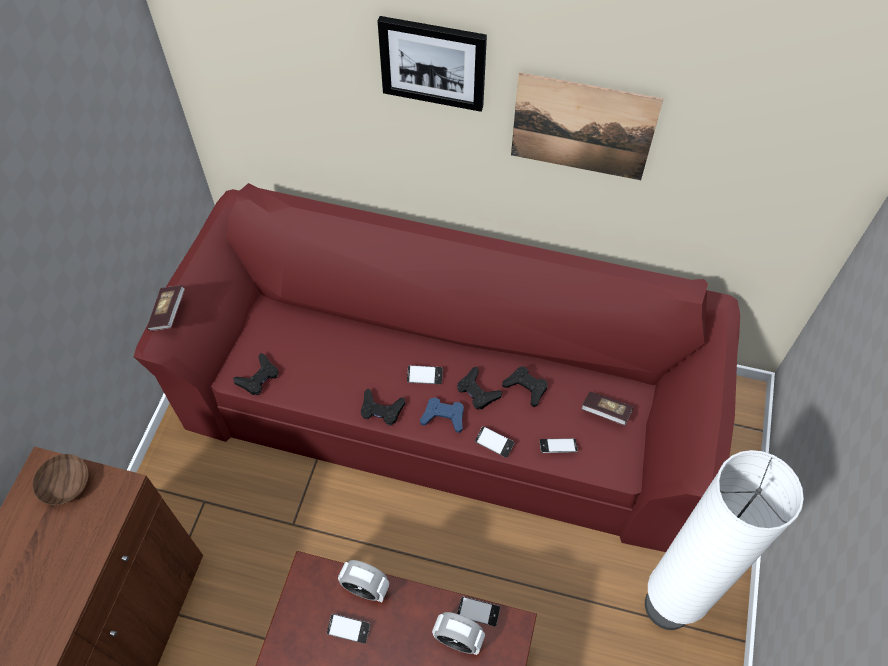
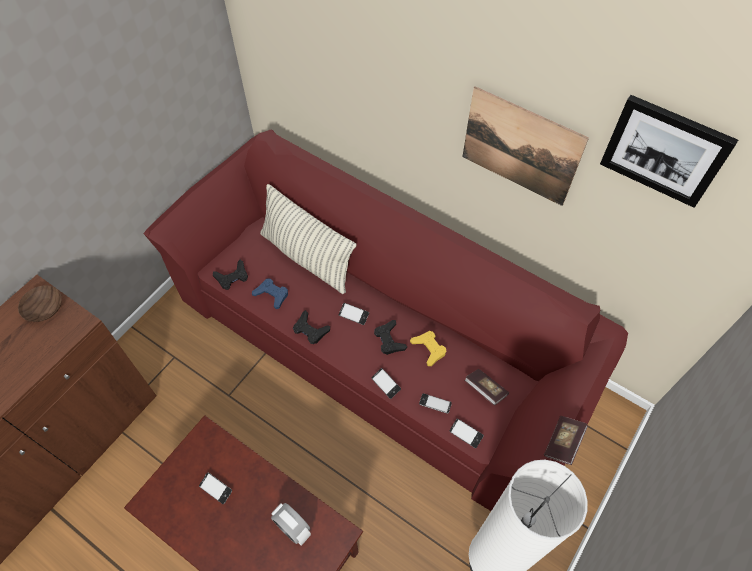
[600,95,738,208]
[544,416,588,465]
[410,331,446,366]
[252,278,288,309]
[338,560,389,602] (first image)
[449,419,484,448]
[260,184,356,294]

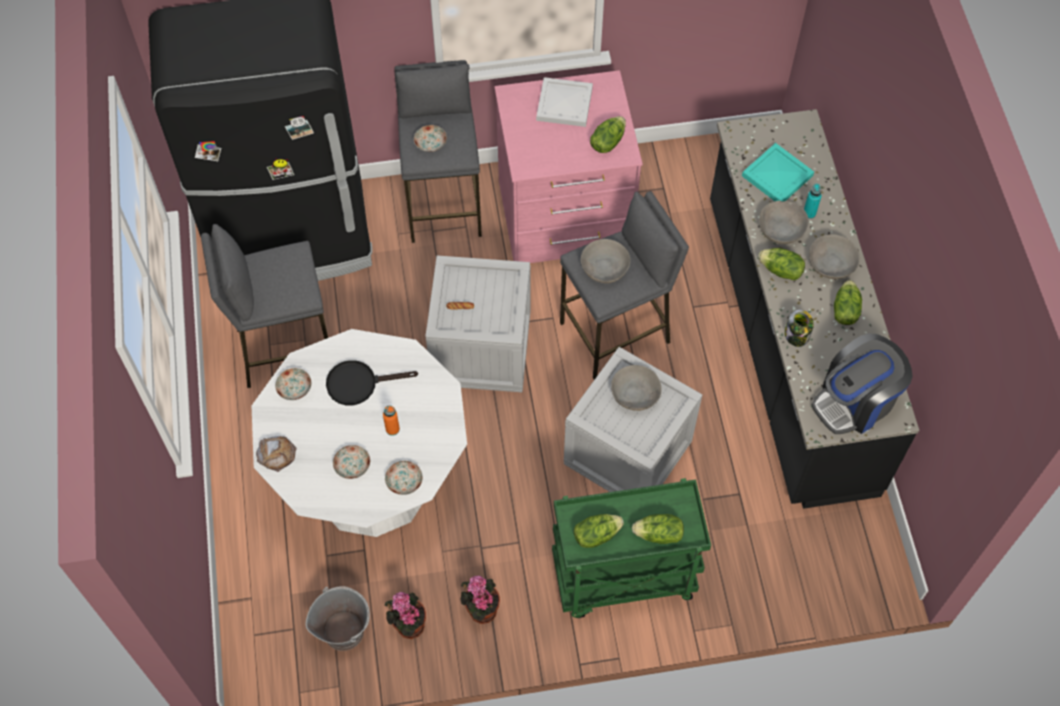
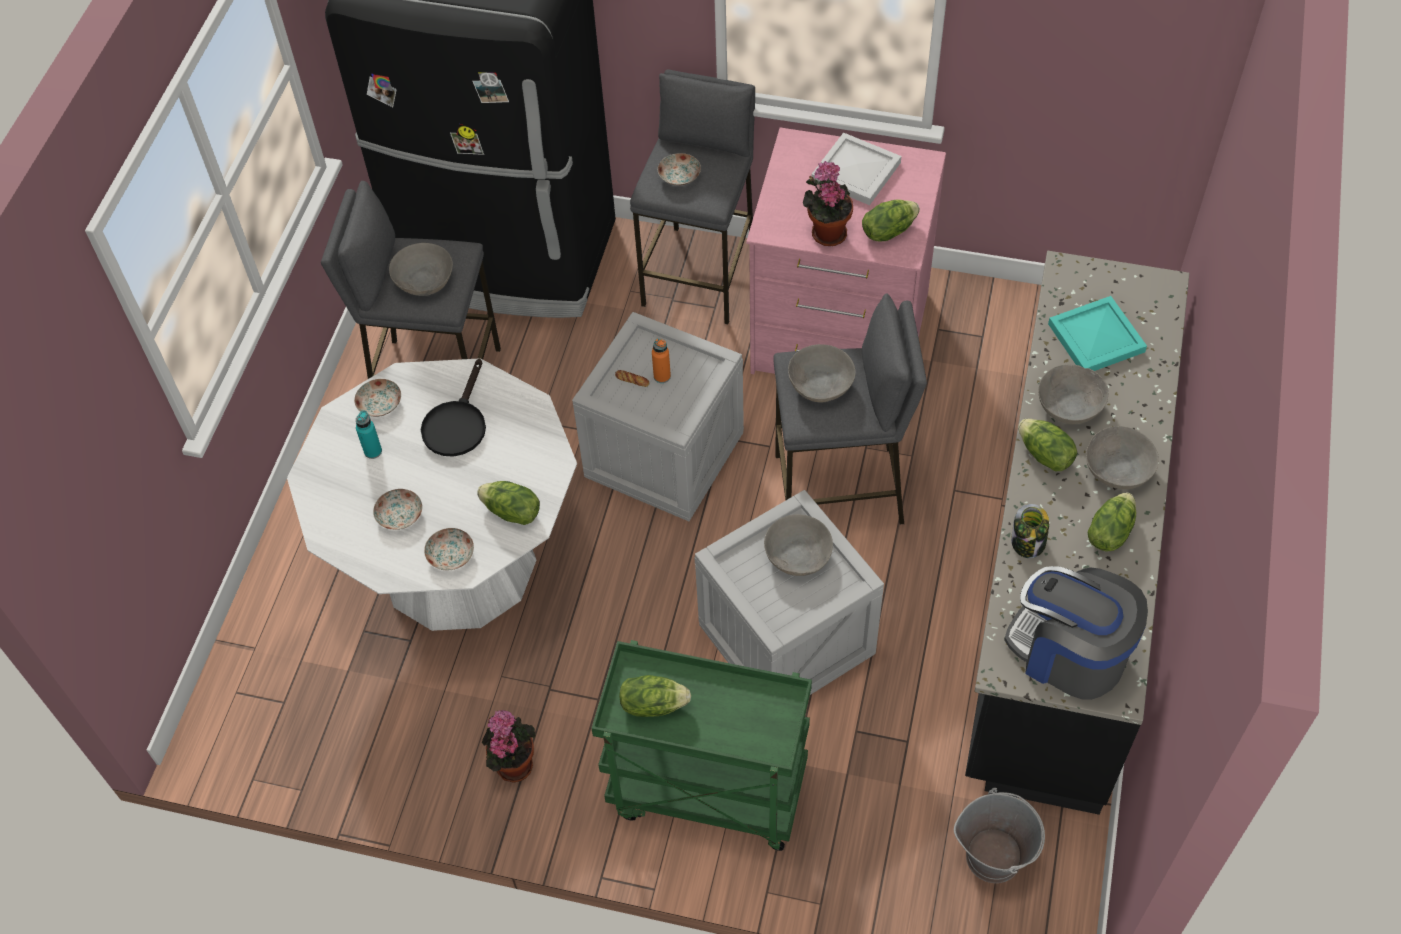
[356,410,382,459]
[1004,566,1148,700]
[421,359,486,457]
[652,338,671,383]
[256,436,297,472] (first image)
[477,481,540,525]
[954,788,1045,883]
[803,161,853,246]
[389,243,453,296]

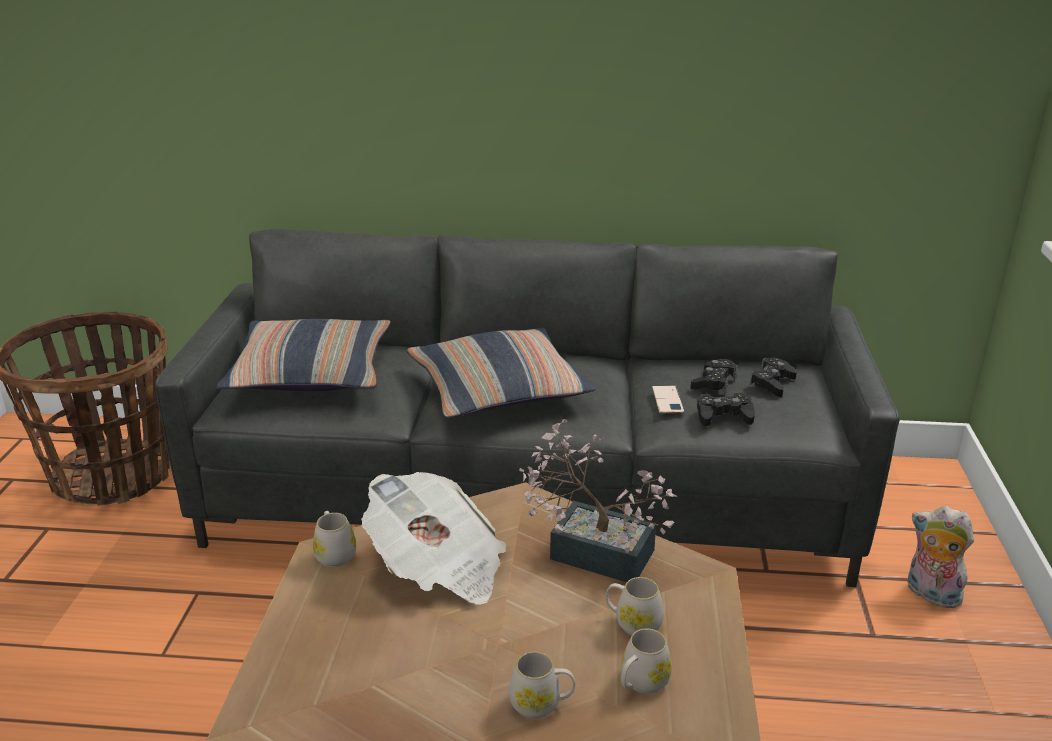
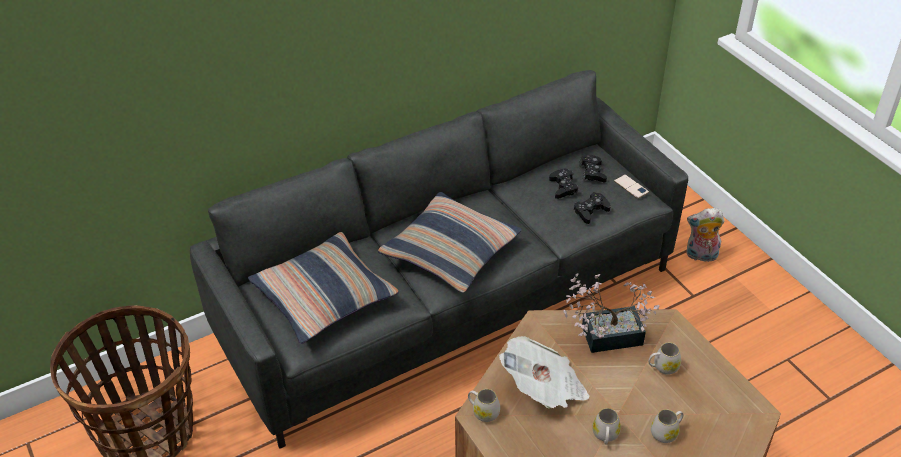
[614,174,649,199]
[593,408,621,444]

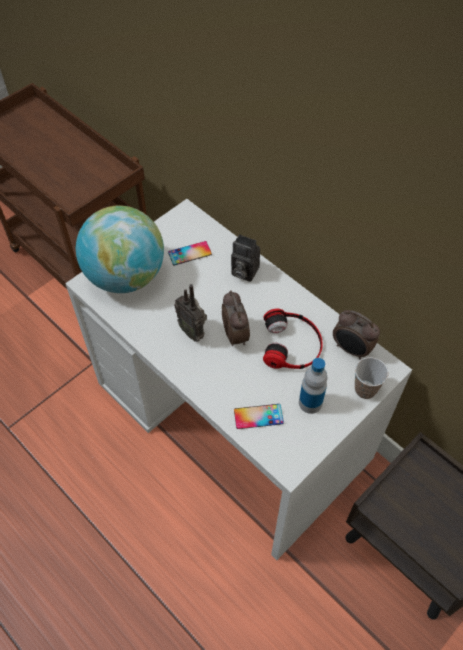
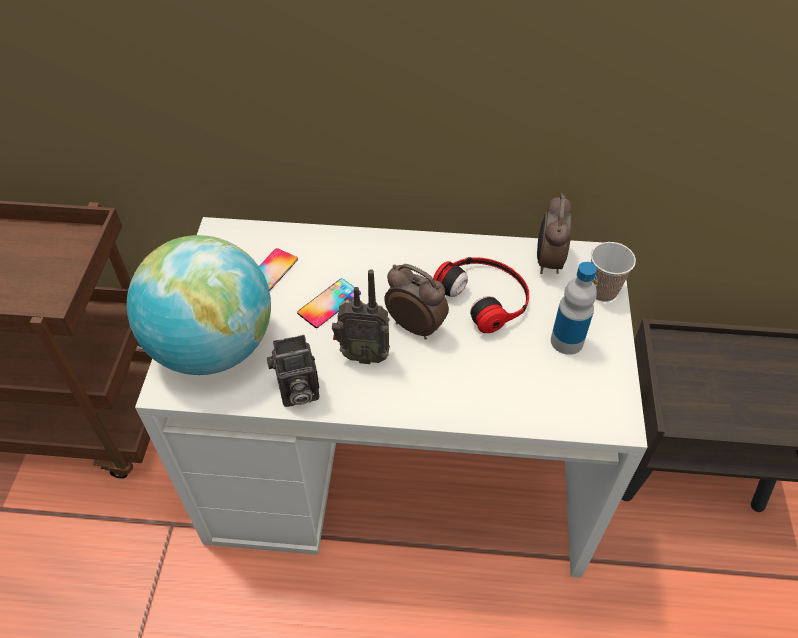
[267,335,319,407]
[537,194,572,274]
[297,278,361,328]

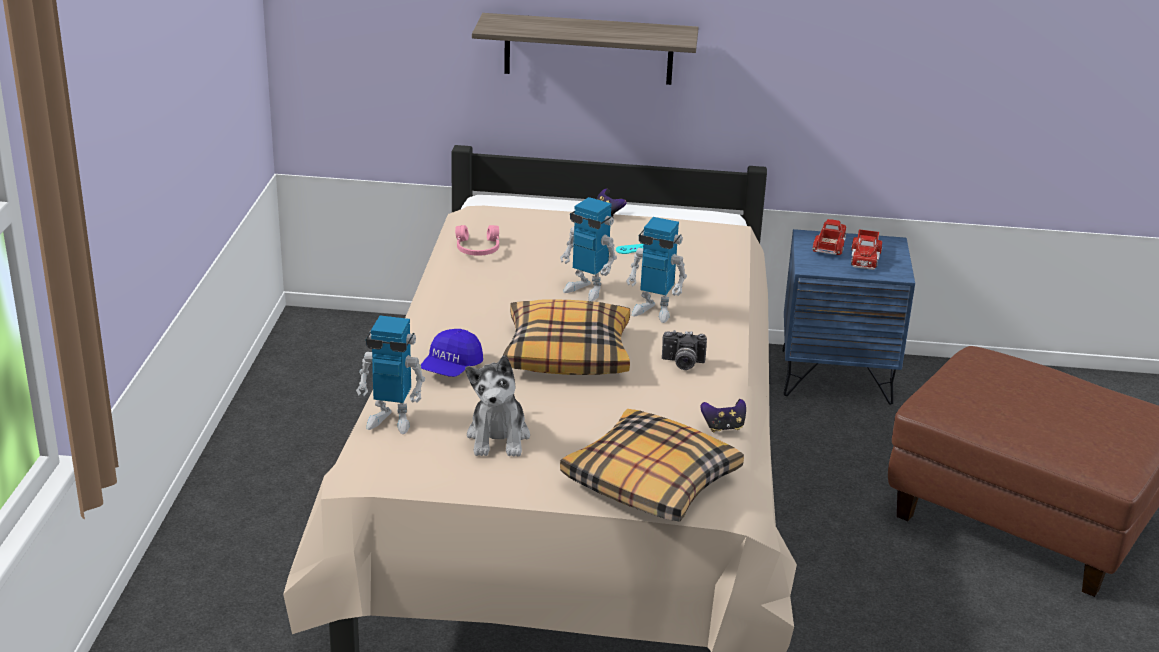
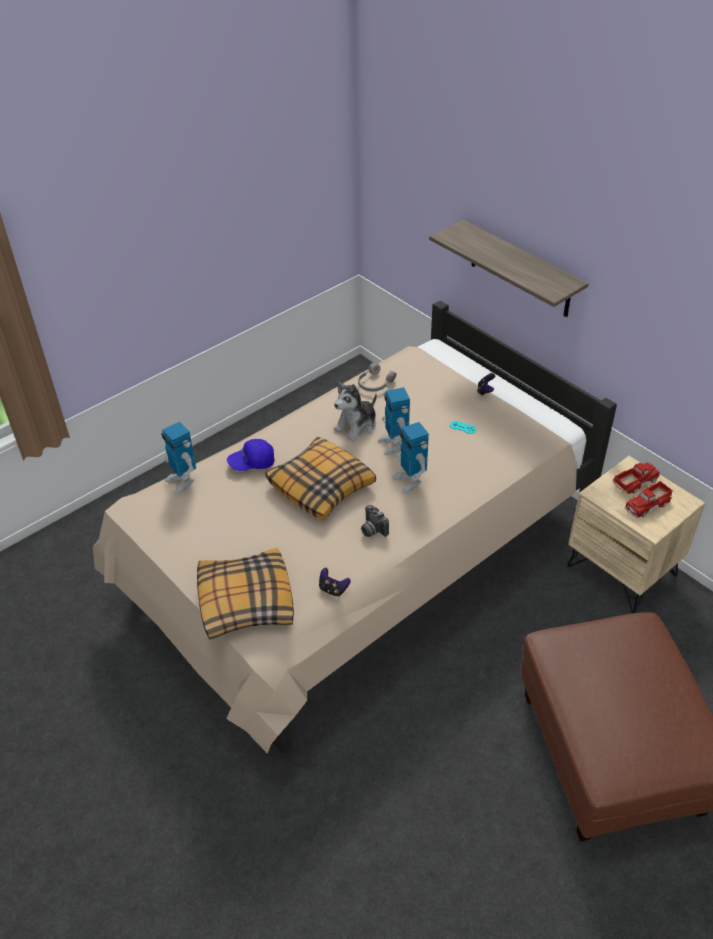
[358,363,397,391]
[567,456,705,613]
[334,382,377,441]

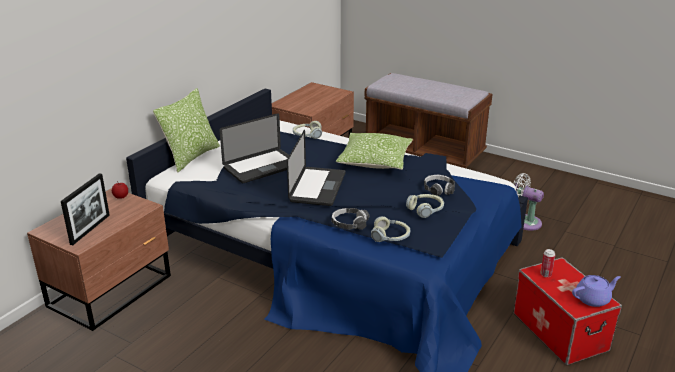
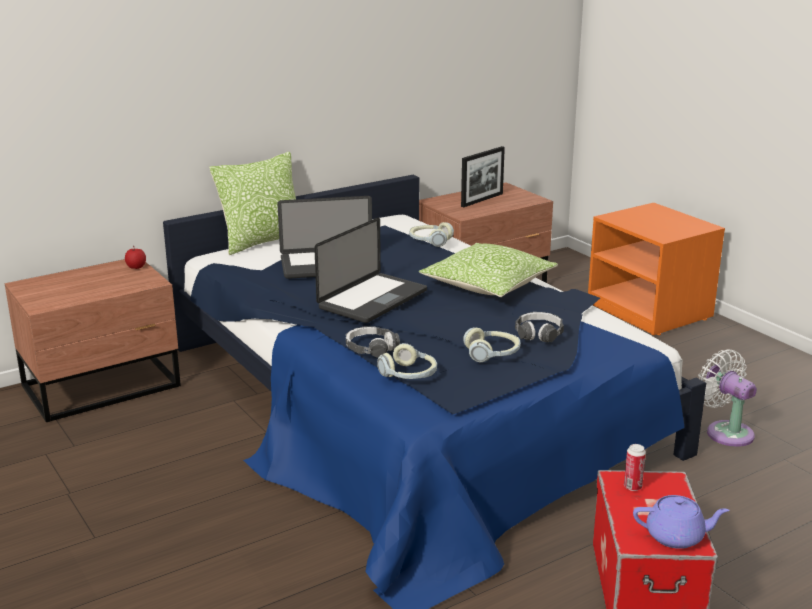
[588,203,725,335]
[461,146,505,207]

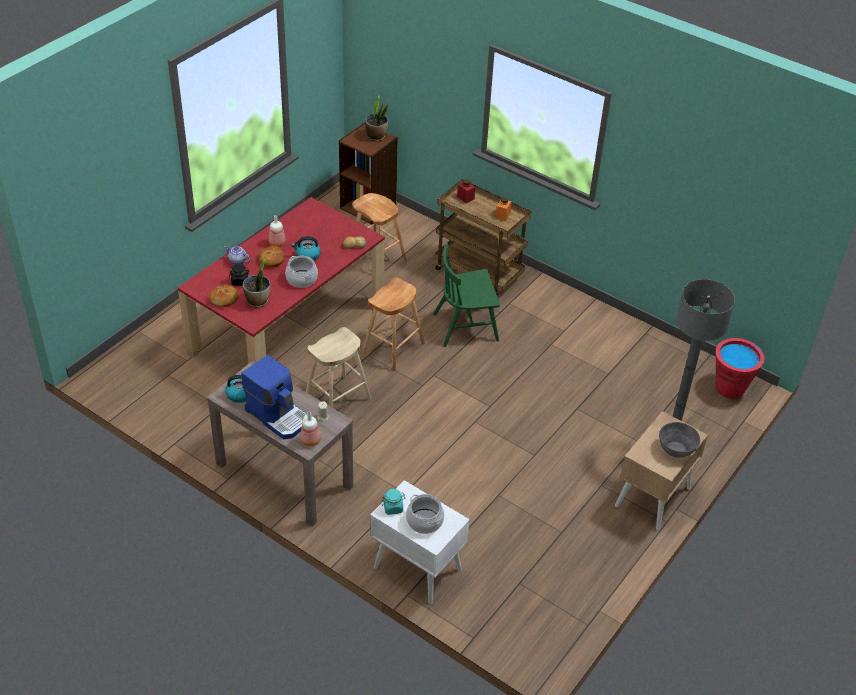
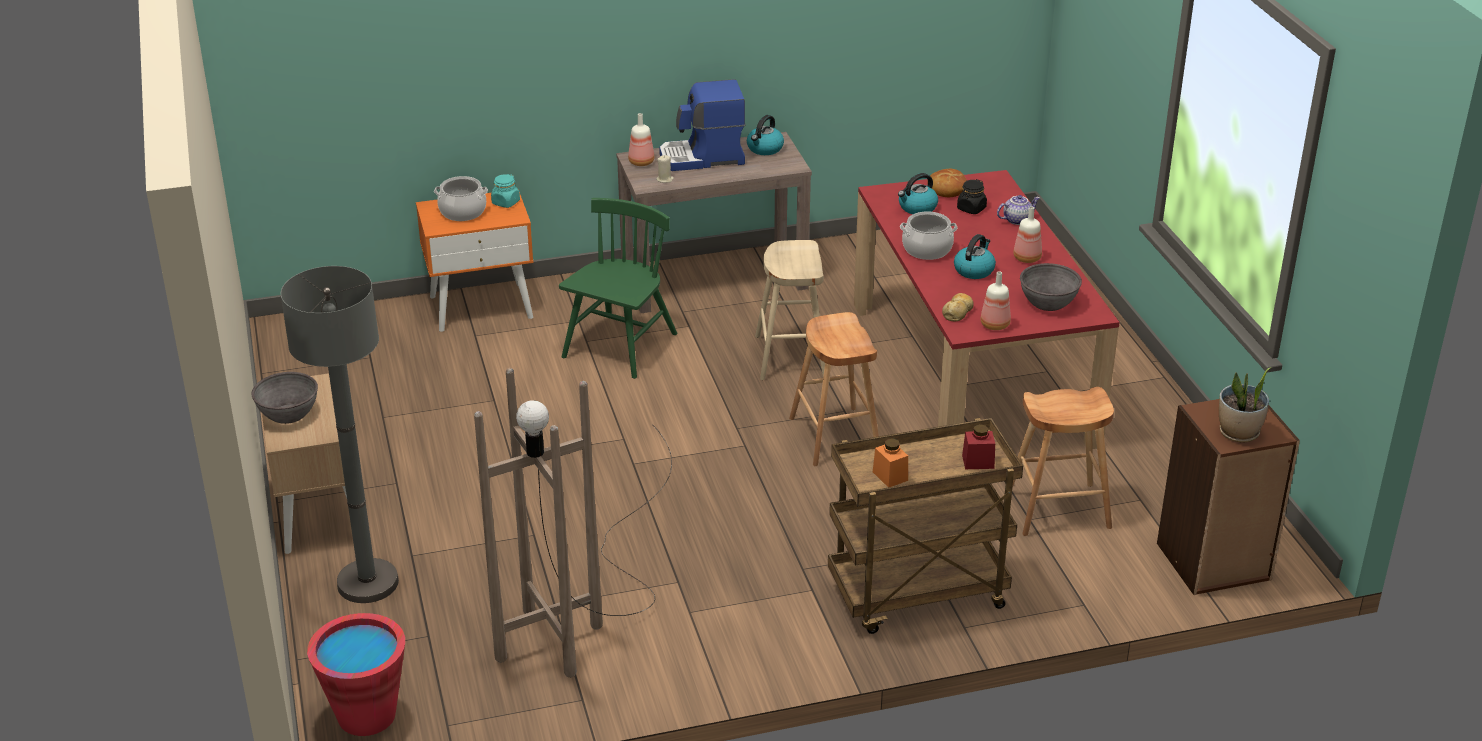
[559,198,677,379]
[259,246,285,268] (first image)
[898,173,938,214]
[416,192,534,332]
[1020,263,1082,311]
[980,271,1011,330]
[474,368,672,678]

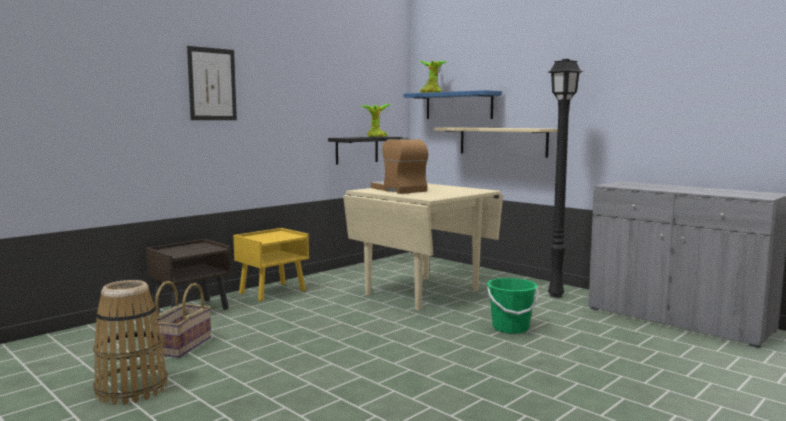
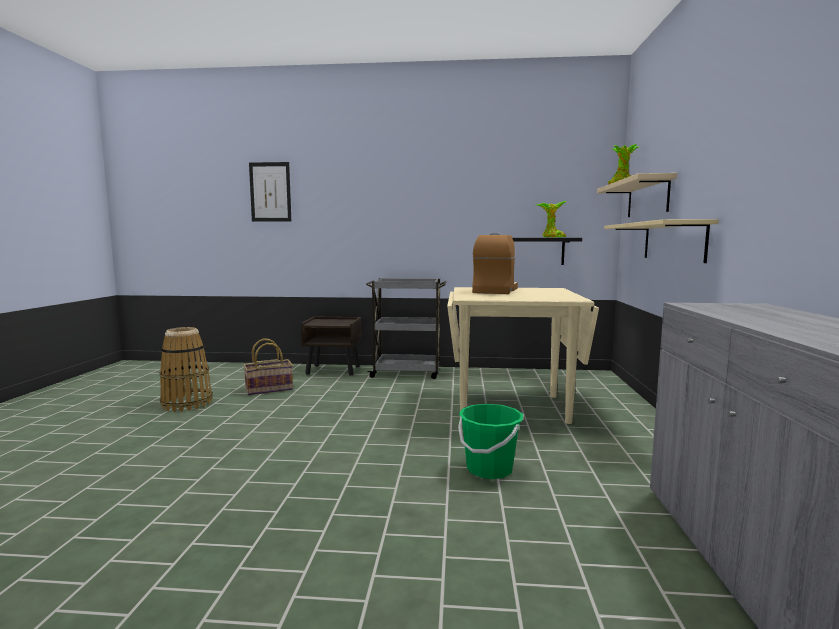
[249,162,291,222]
[548,59,583,298] (first image)
[597,173,677,217]
[366,278,446,379]

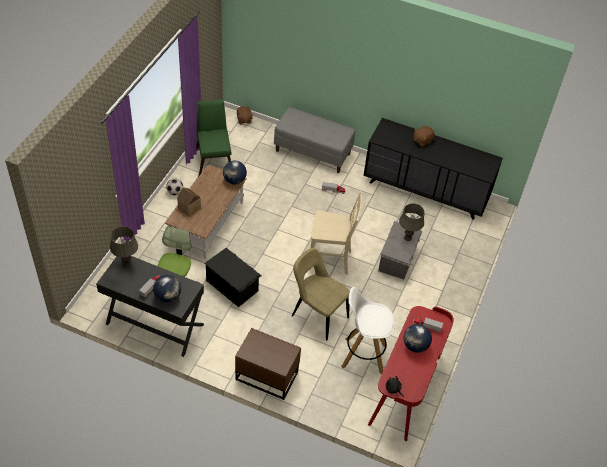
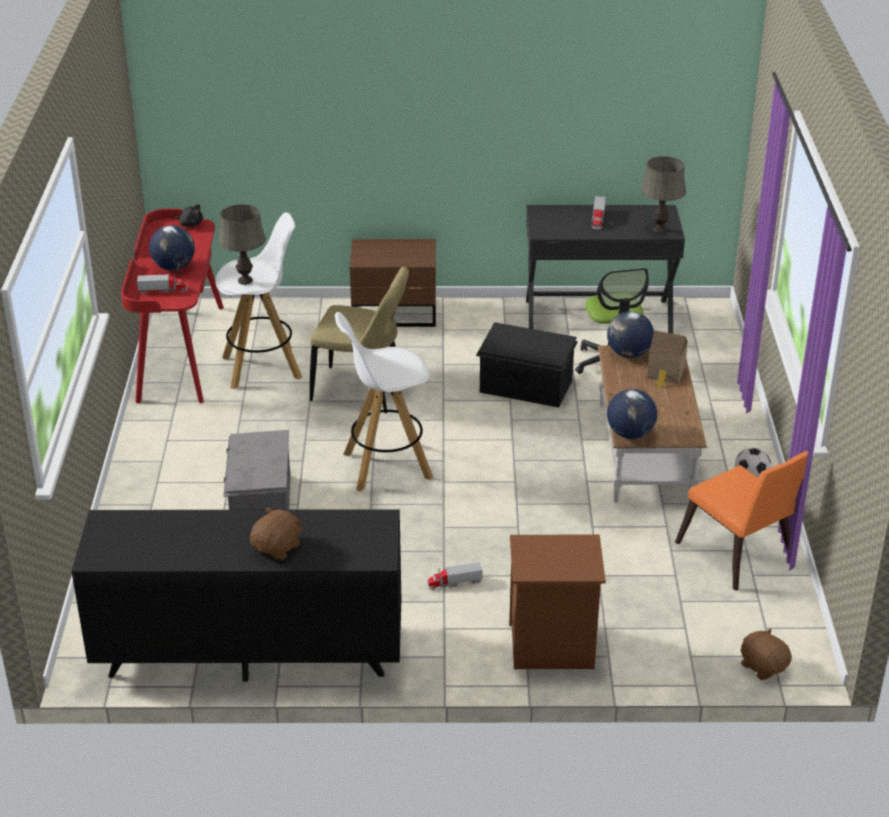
[675,451,808,591]
[509,535,606,669]
[335,312,433,492]
[218,204,266,285]
[607,311,654,358]

